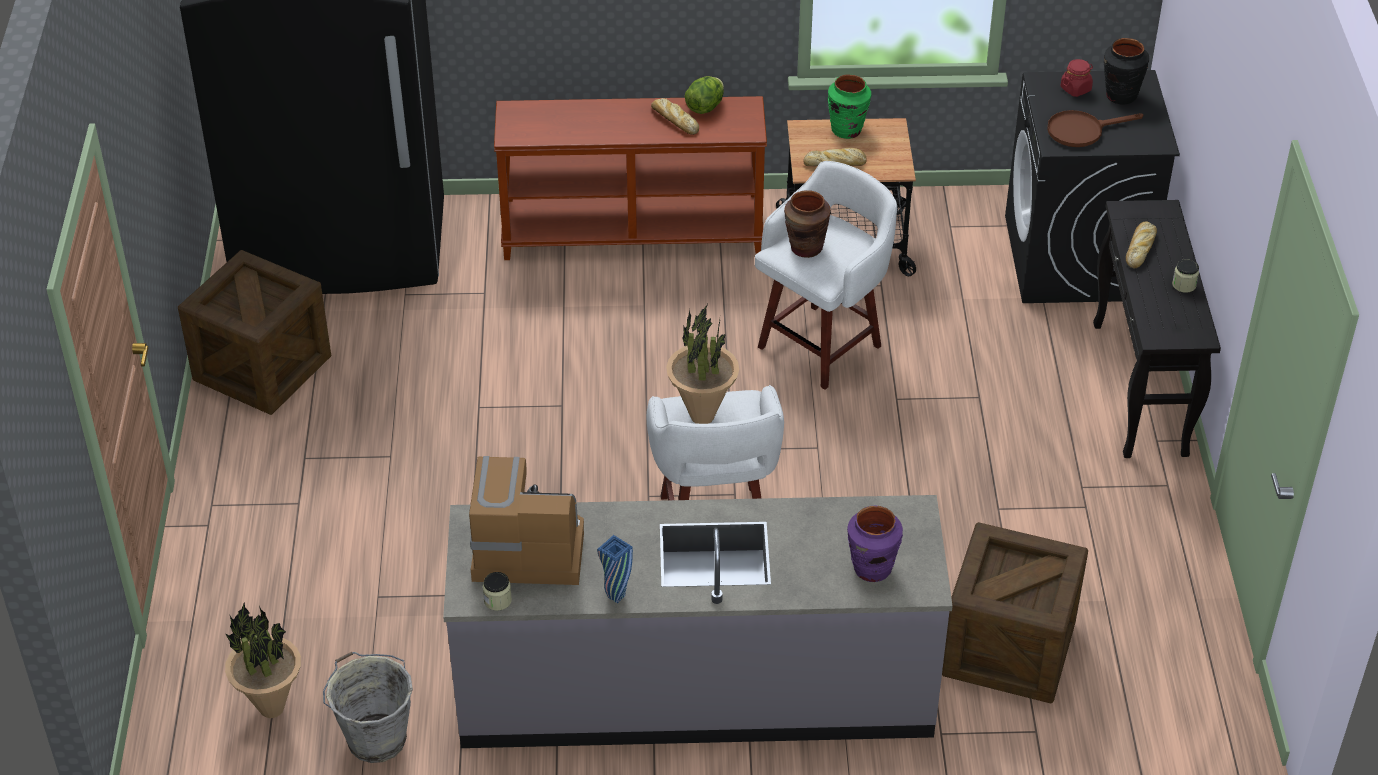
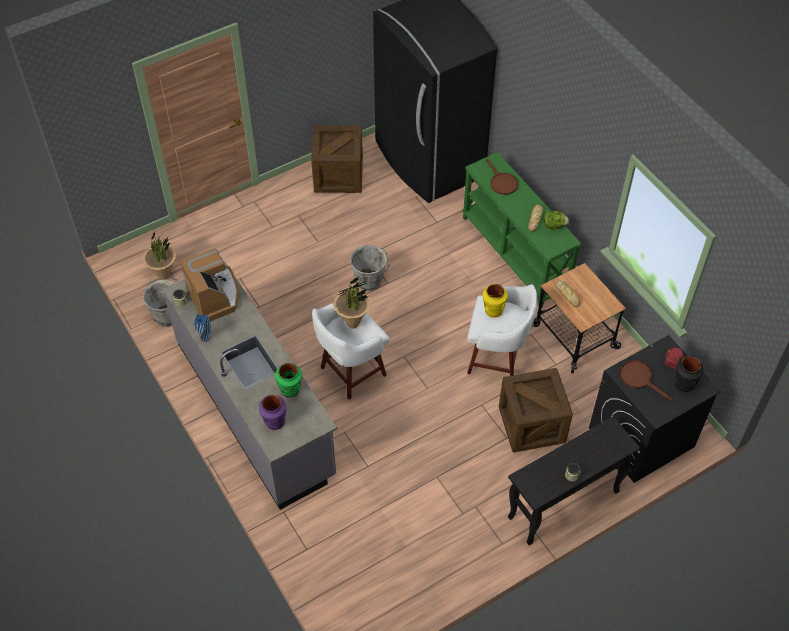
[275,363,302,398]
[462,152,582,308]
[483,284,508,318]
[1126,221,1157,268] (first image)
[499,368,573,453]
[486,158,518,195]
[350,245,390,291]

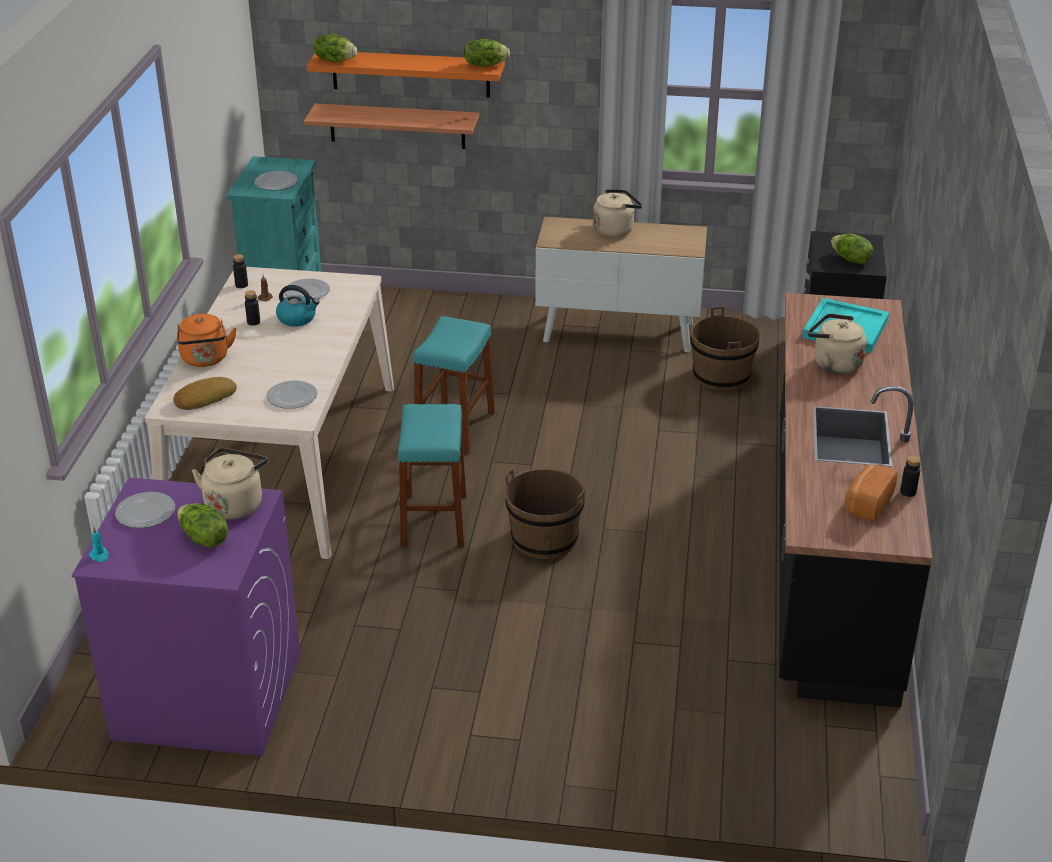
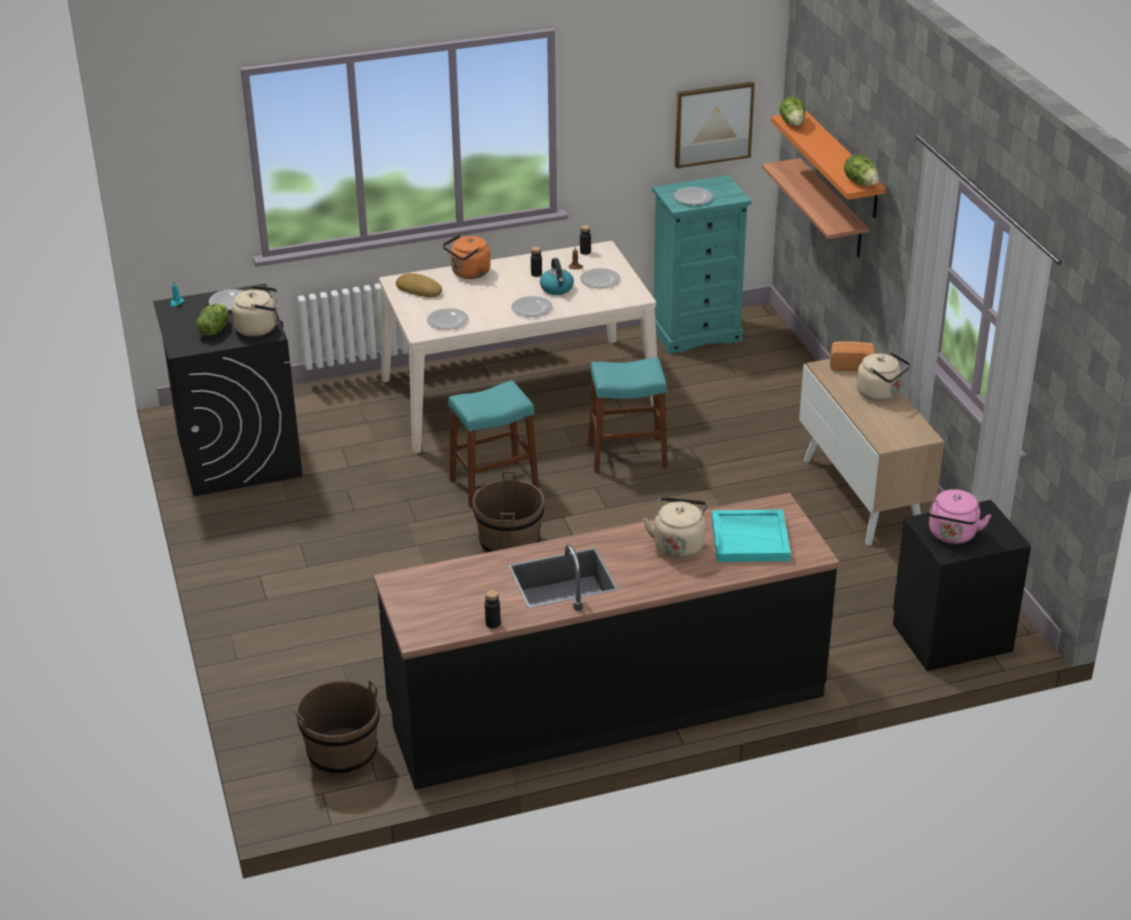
[929,489,991,544]
[295,679,380,777]
[830,341,876,372]
[153,284,303,497]
[675,82,755,168]
[511,296,552,317]

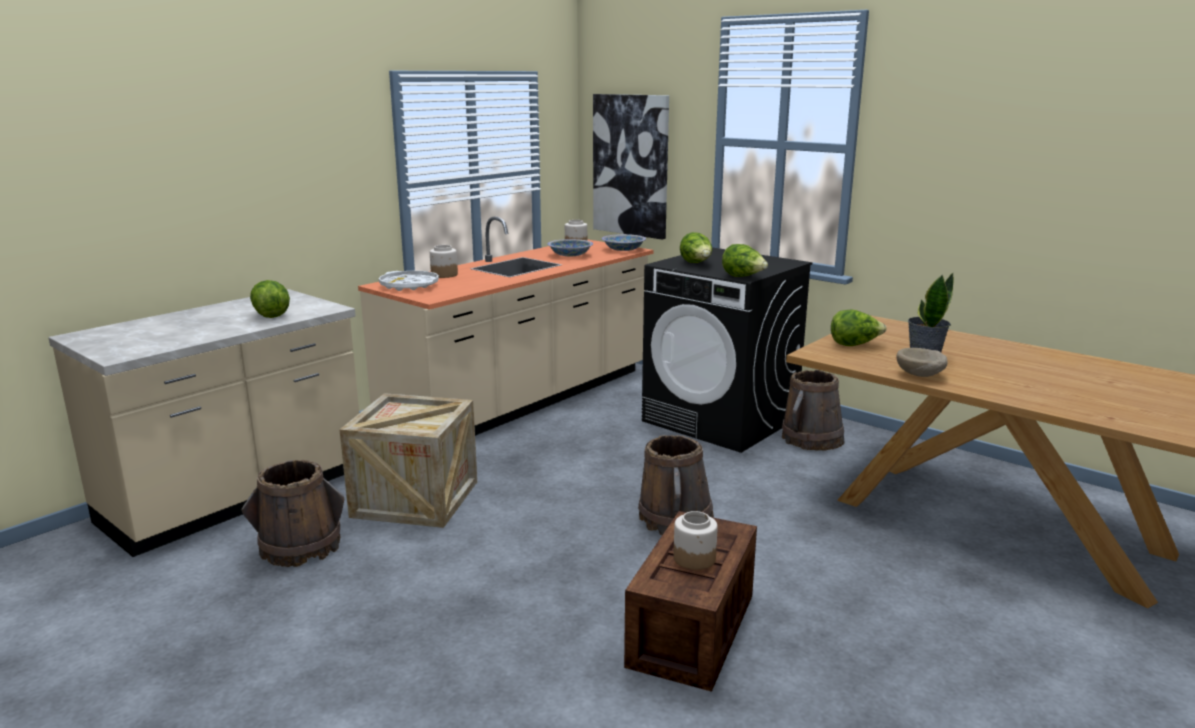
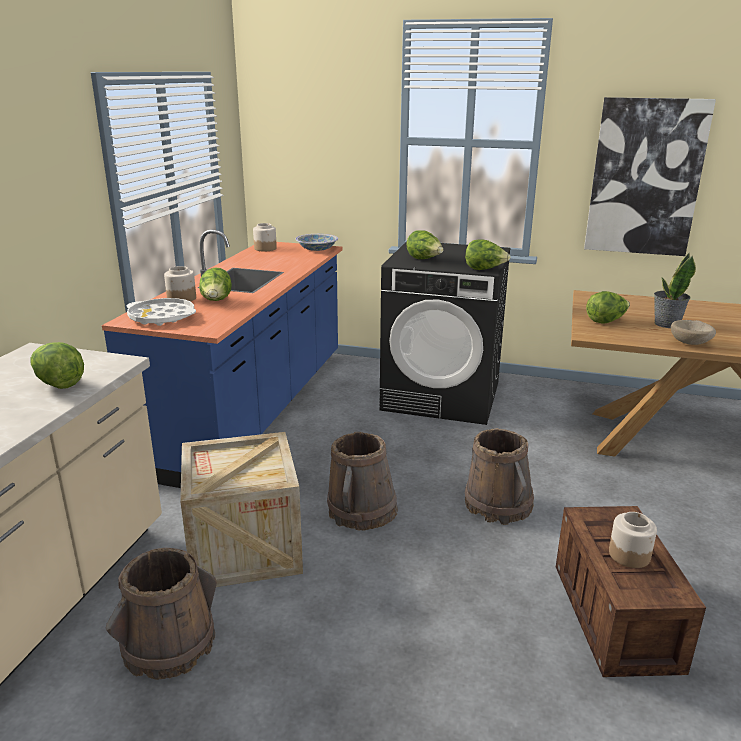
[584,97,716,256]
[102,229,343,488]
[547,239,593,256] (first image)
[327,432,398,531]
[199,267,232,301]

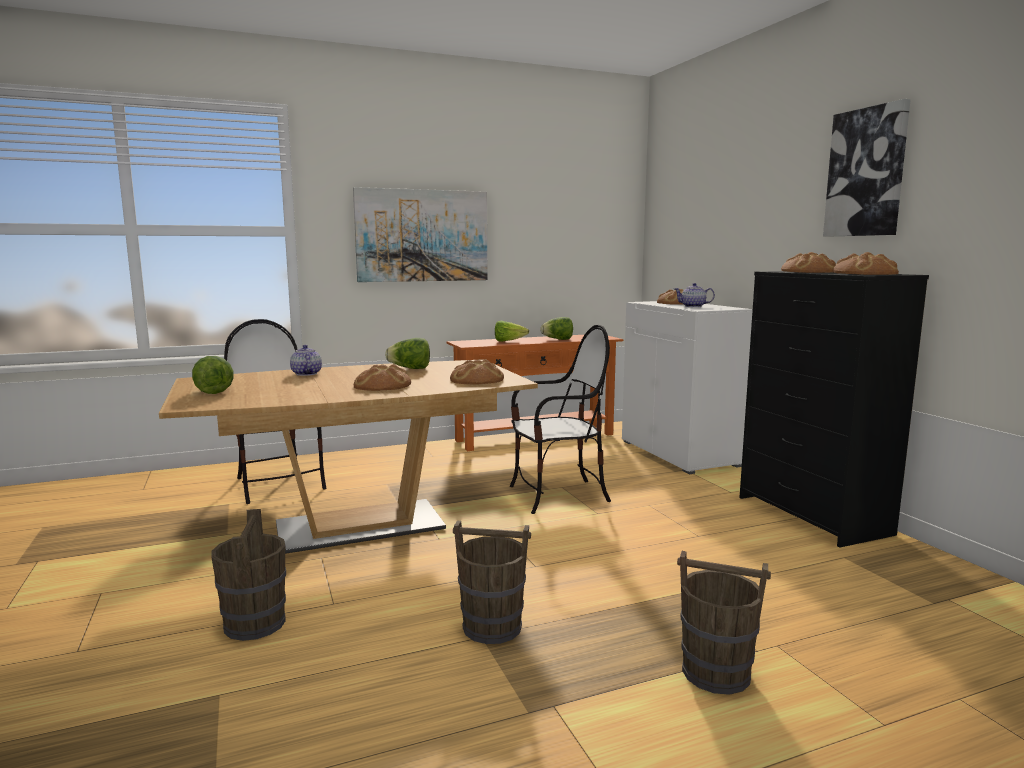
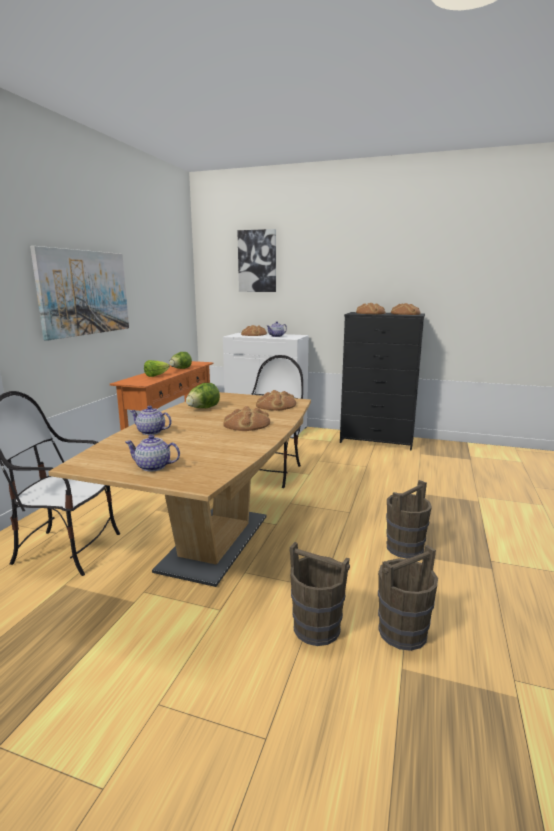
[237,229,276,292]
[125,435,180,471]
[378,545,438,651]

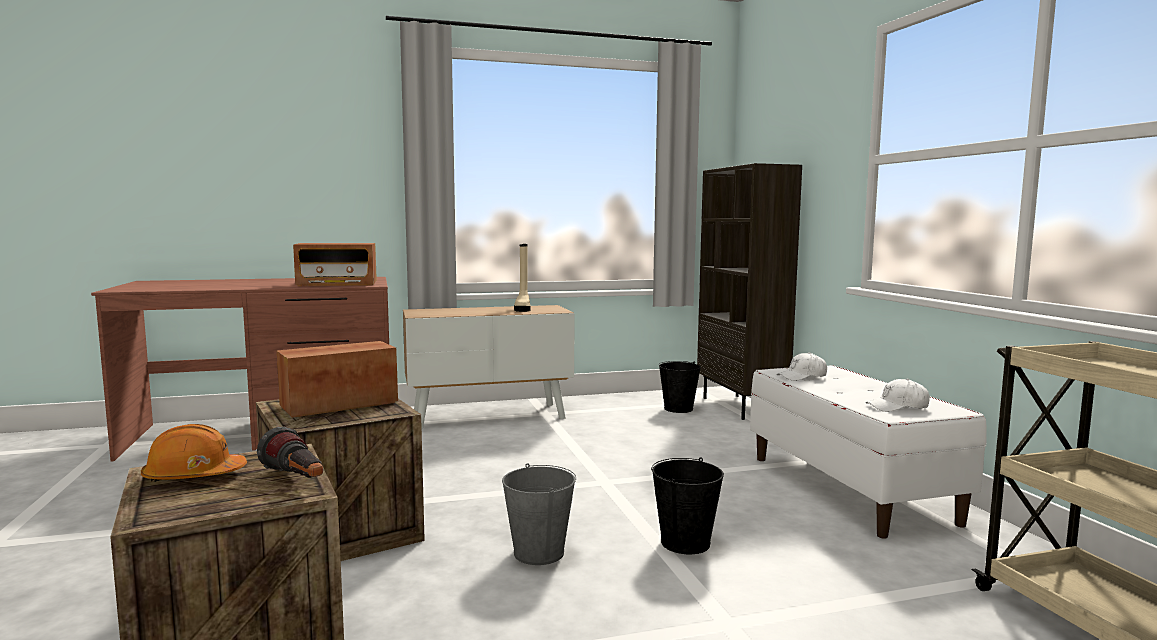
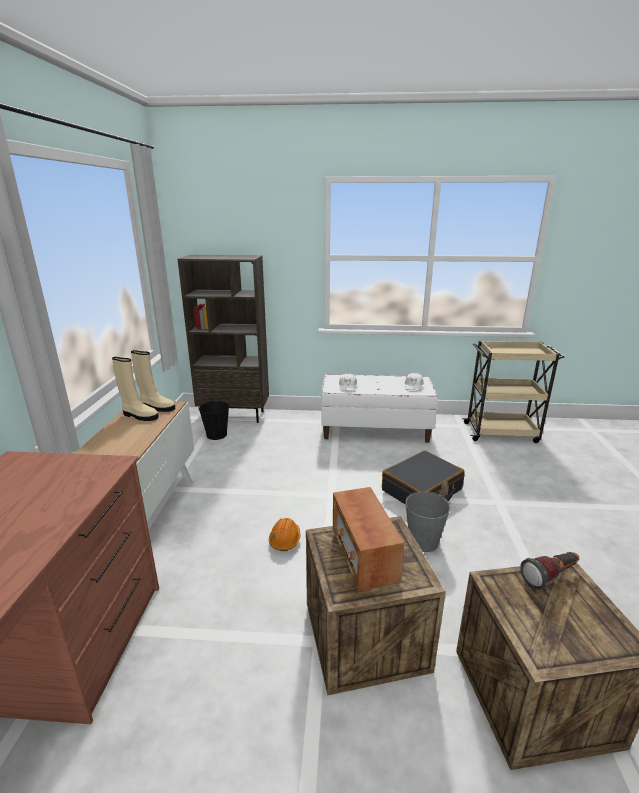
[293,243,377,286] (first image)
[269,518,301,551]
[382,451,465,504]
[131,350,175,412]

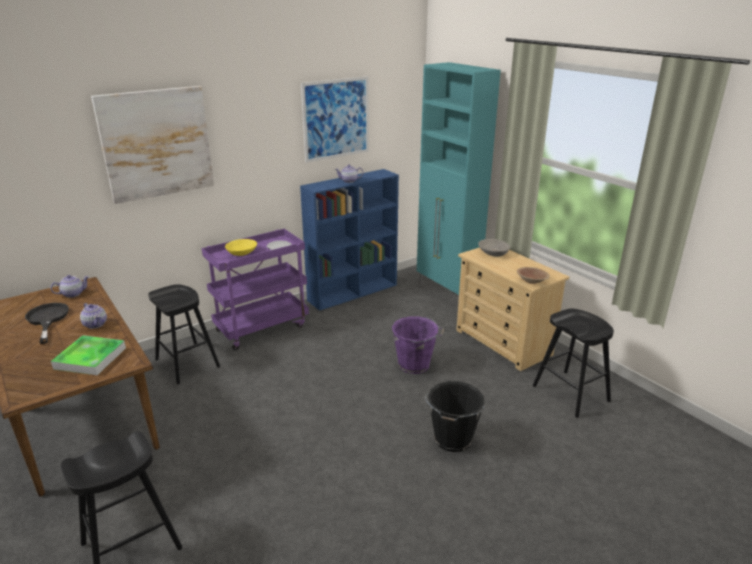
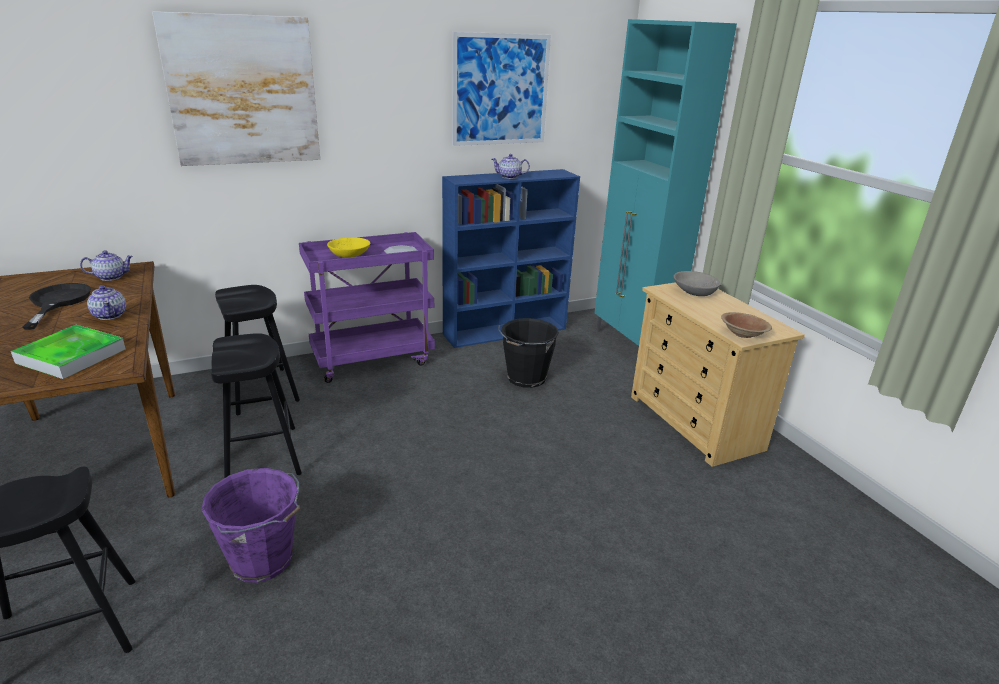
[211,333,302,478]
[201,468,300,583]
[498,318,559,388]

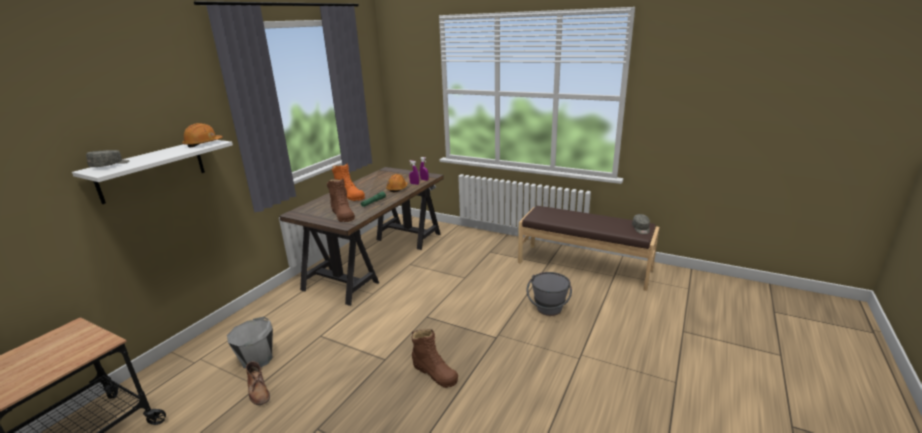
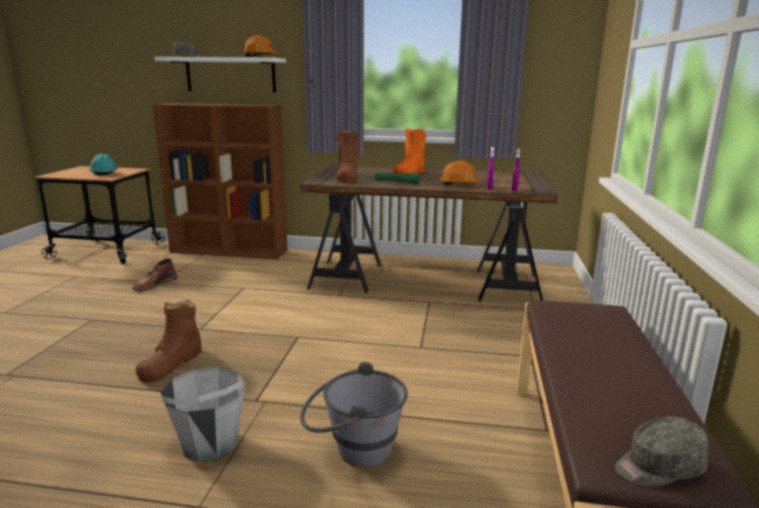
[336,131,359,183]
[160,367,246,462]
[153,103,287,259]
[89,153,118,176]

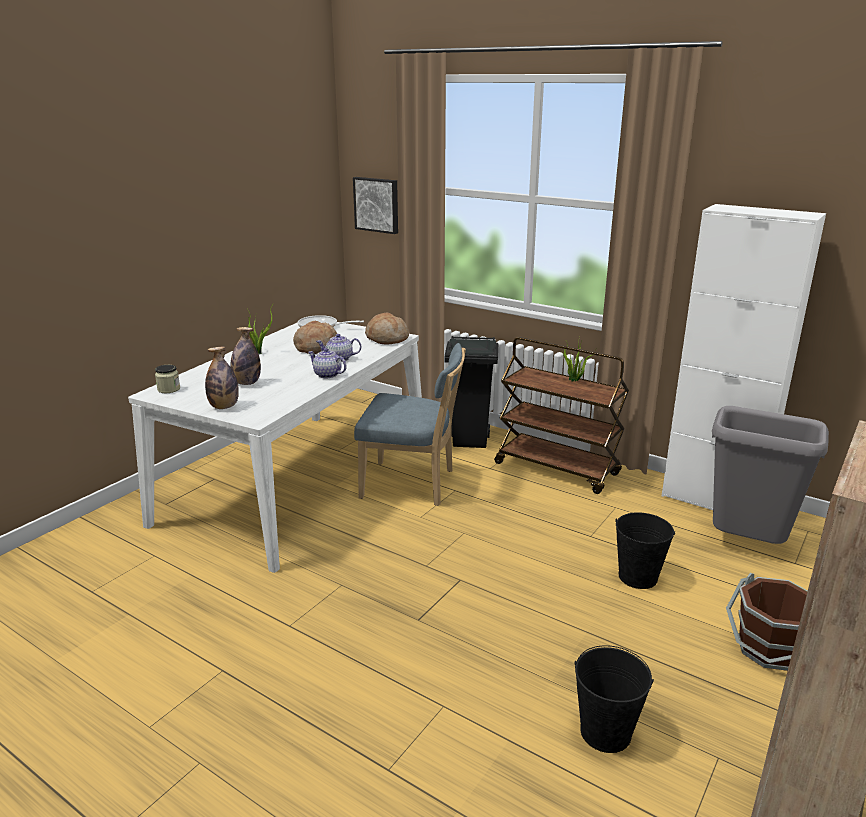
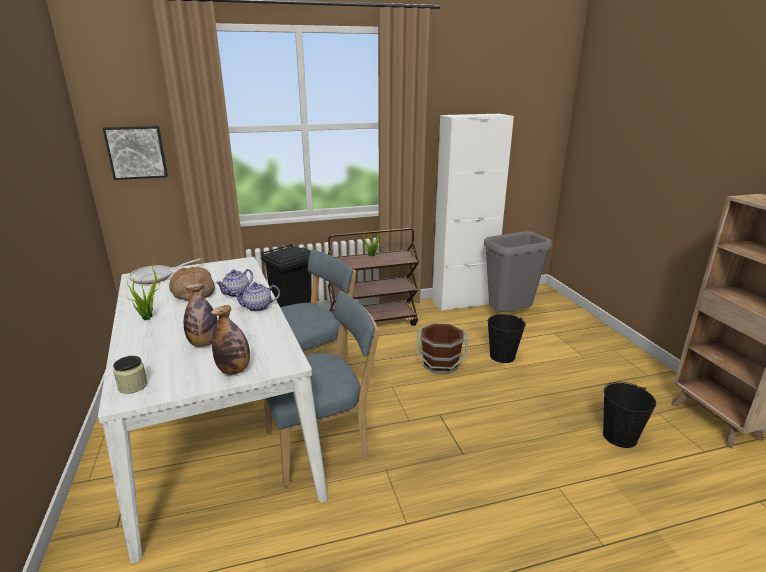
[365,313,409,345] (first image)
[416,323,468,374]
[264,291,380,487]

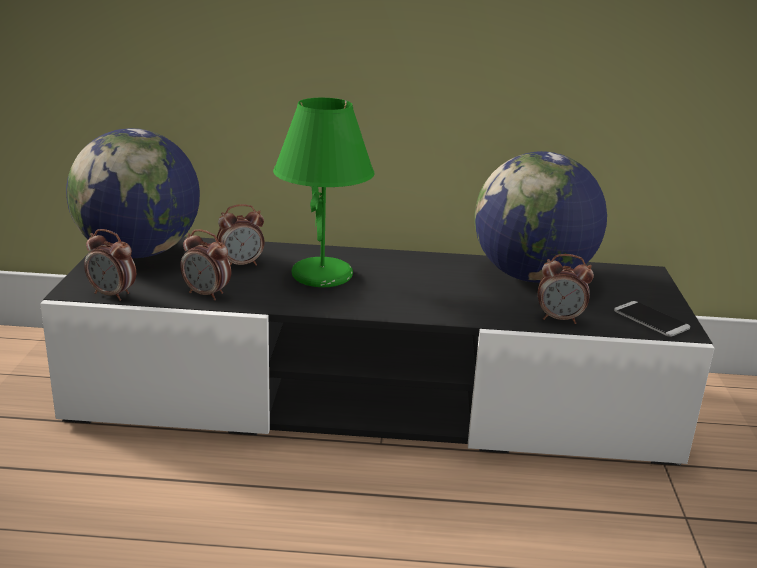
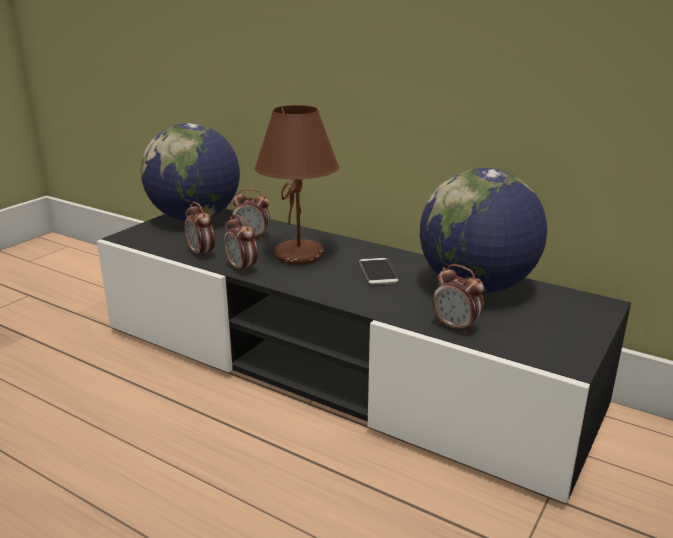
[254,105,339,264]
[224,214,258,274]
[359,258,398,285]

